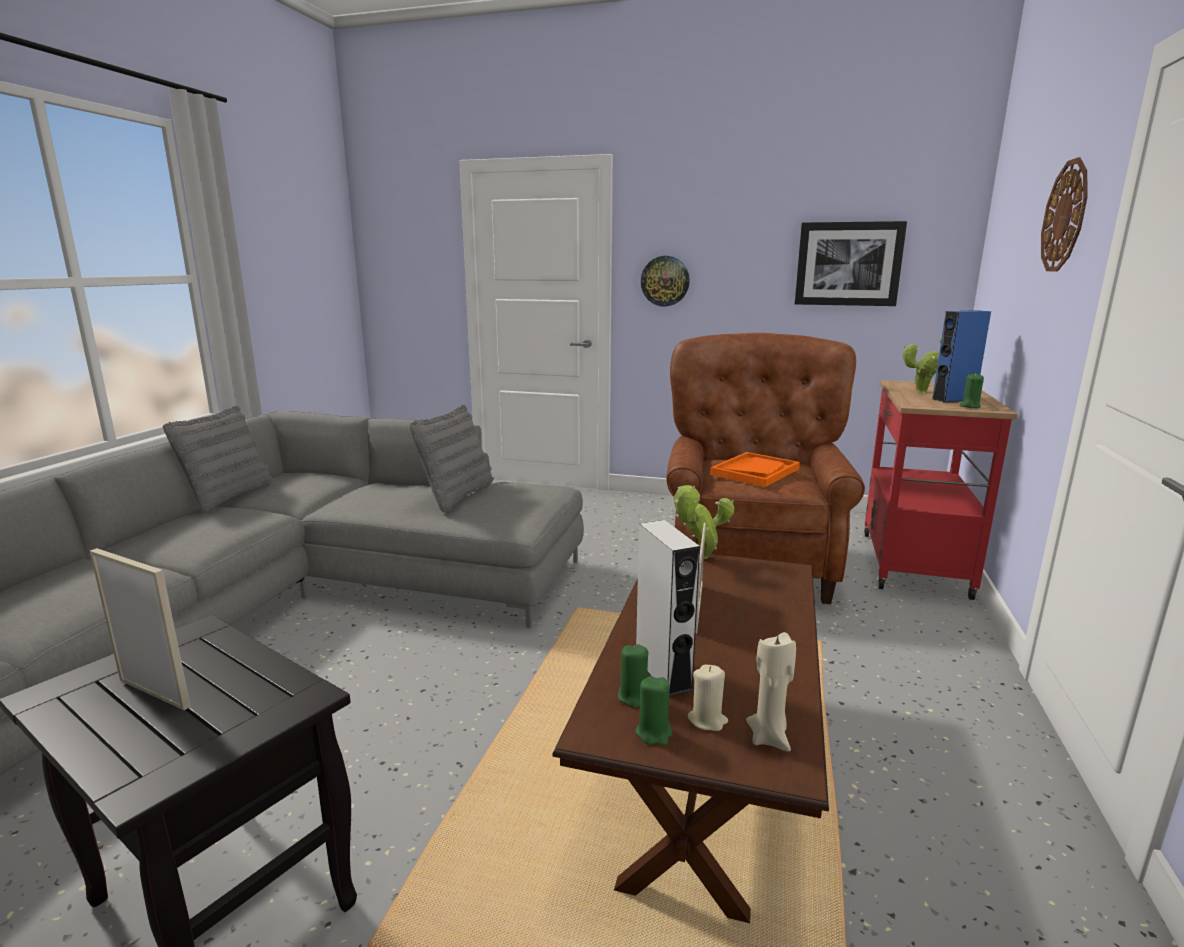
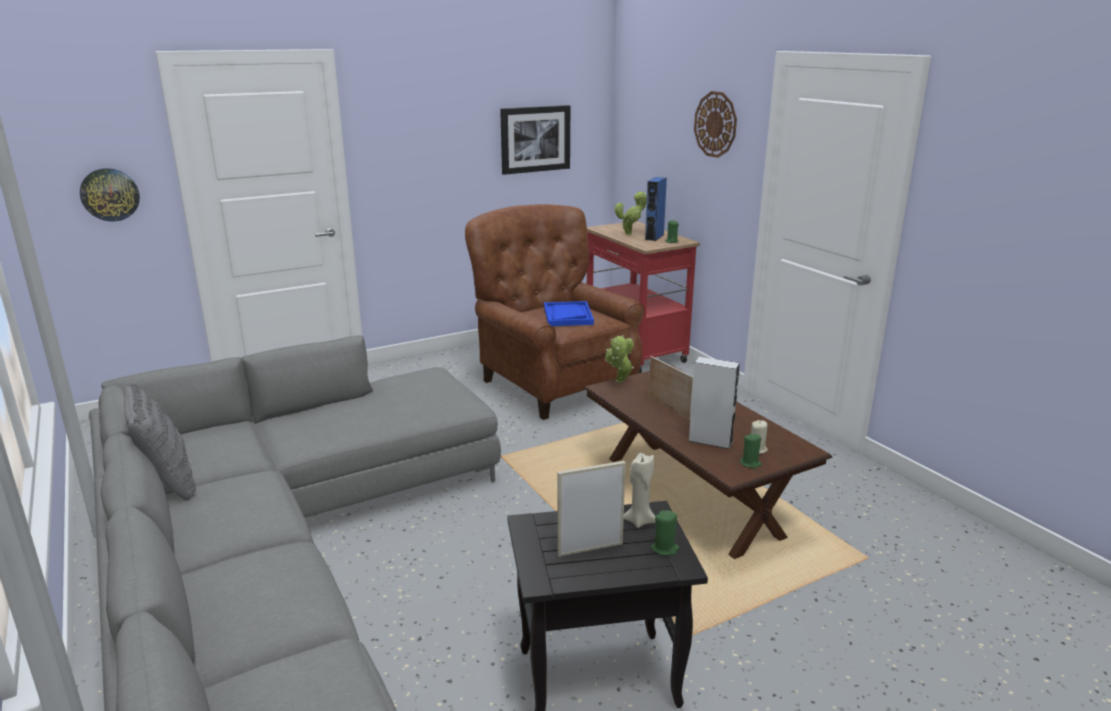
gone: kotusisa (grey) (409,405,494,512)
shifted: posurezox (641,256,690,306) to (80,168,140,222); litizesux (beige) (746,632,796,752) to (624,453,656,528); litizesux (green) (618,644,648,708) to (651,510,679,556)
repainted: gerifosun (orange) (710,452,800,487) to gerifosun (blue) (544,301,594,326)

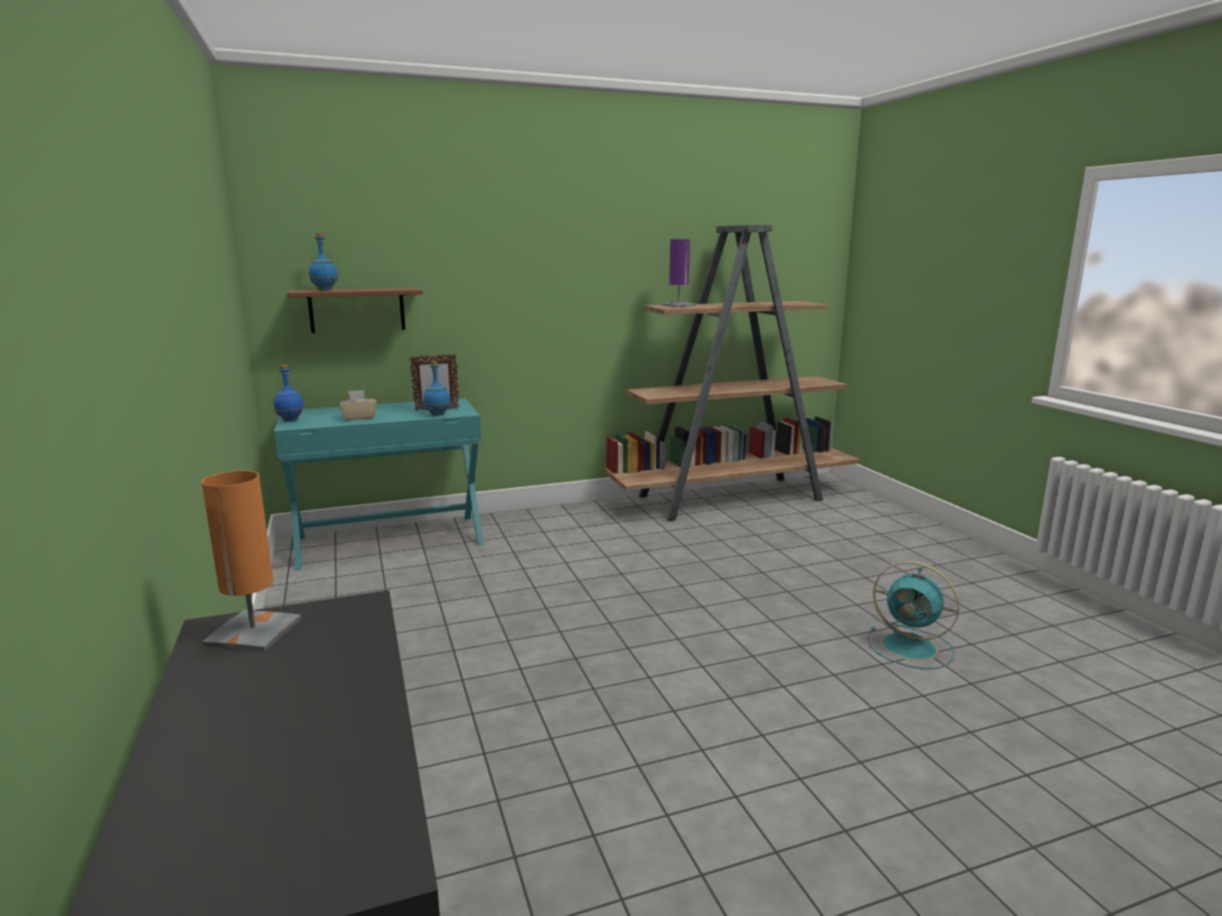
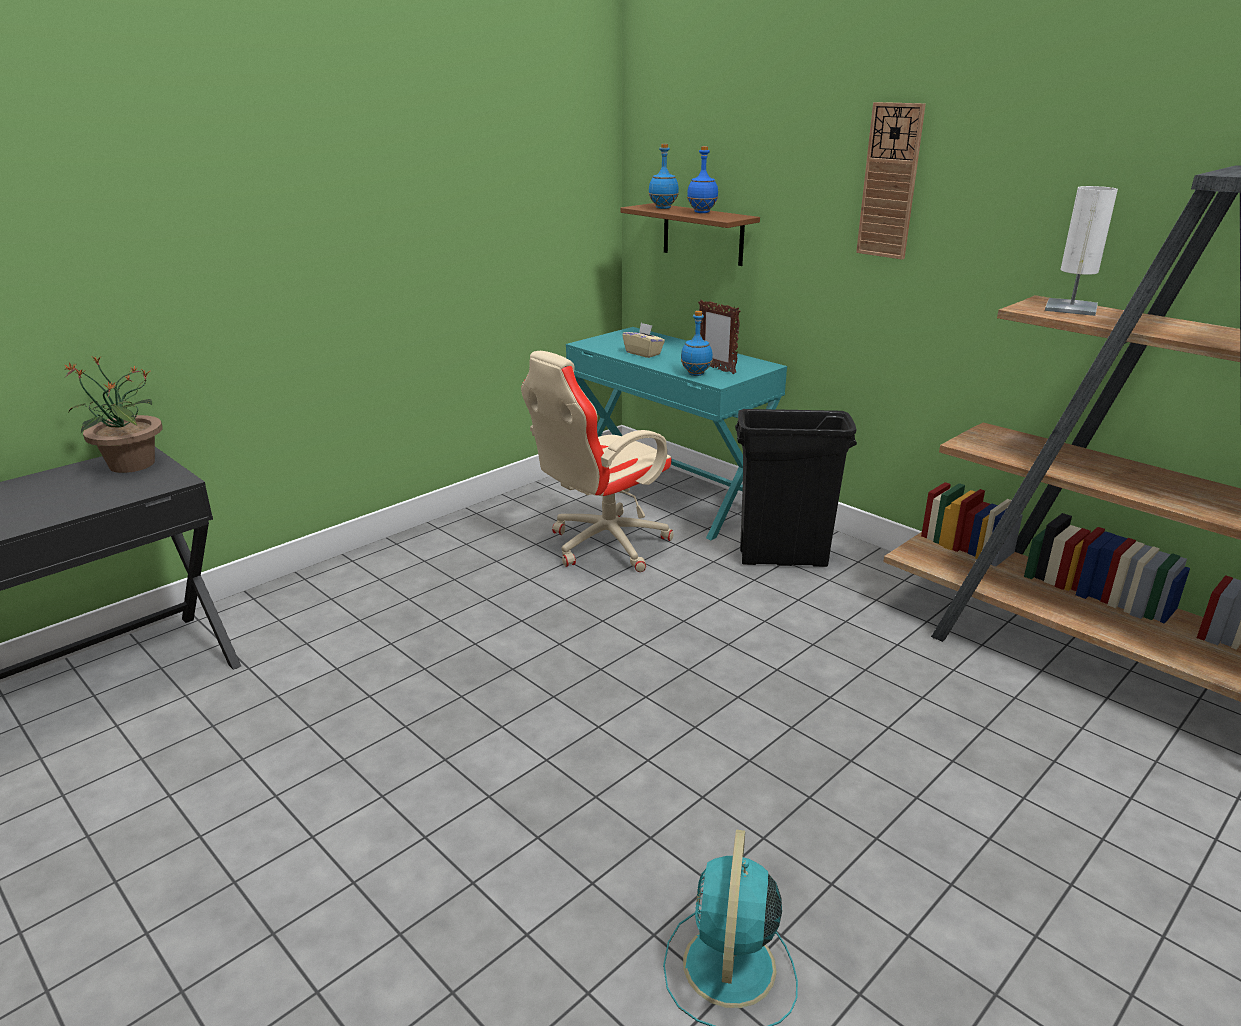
new: posurezox (856,102,926,260); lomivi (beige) (521,351,674,572); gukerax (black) (735,409,857,567)
shifted: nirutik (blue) (274,365,304,422) to (687,146,718,213)
swapped: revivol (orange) (202,470,301,652) to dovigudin (65,356,162,473)
repainted: revivol (purple) (661,239,696,307) to revivol (white) (1045,186,1118,316)

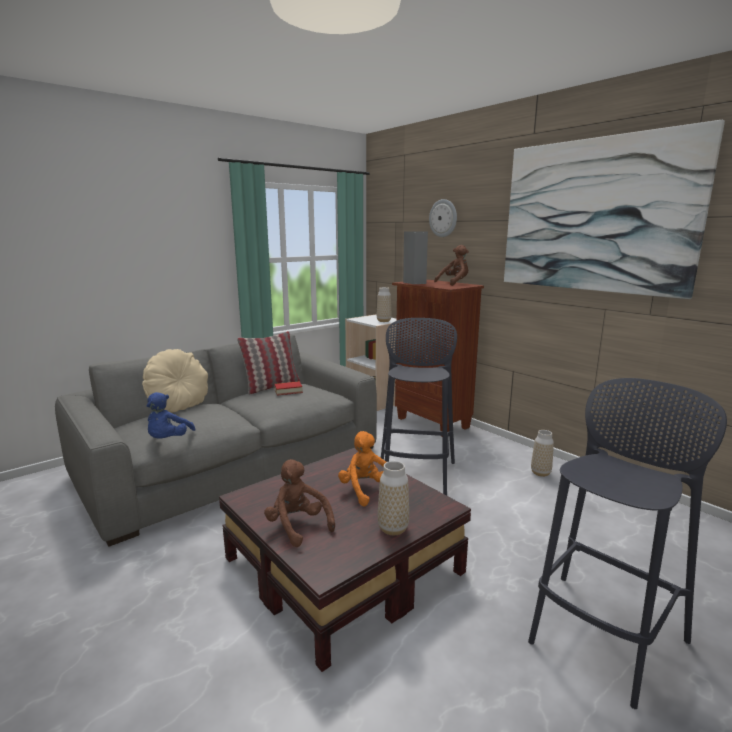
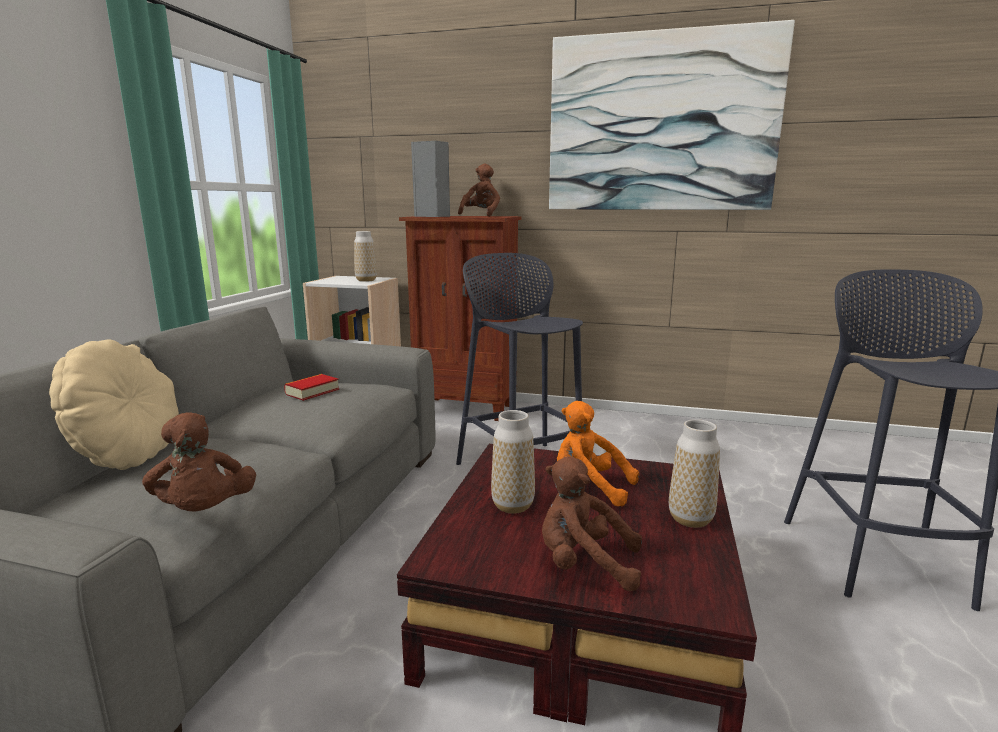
gone: posurezox (429,199,457,237); kotusisa (237,331,300,395)
shifted: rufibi (531,430,554,477) to (491,410,535,514)
repainted: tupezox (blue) (147,392,196,439) to tupezox (brown) (142,413,256,512)

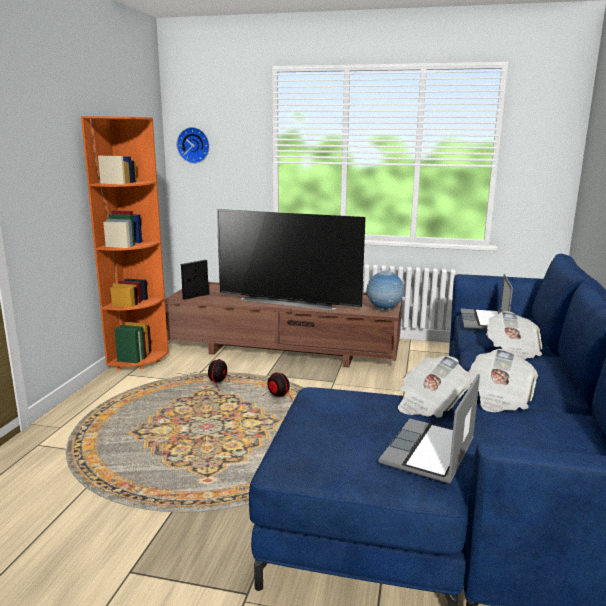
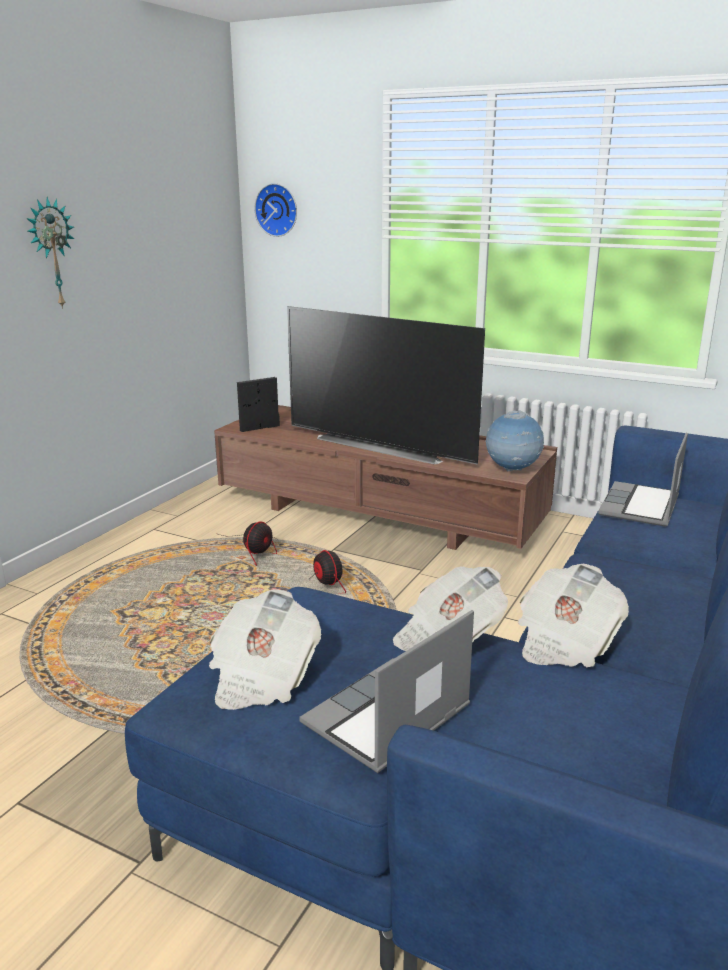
gone: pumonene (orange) (81,116,168,370)
new: posurezox (26,197,74,309)
shifted: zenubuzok (486,311,542,360) to (209,589,322,710)

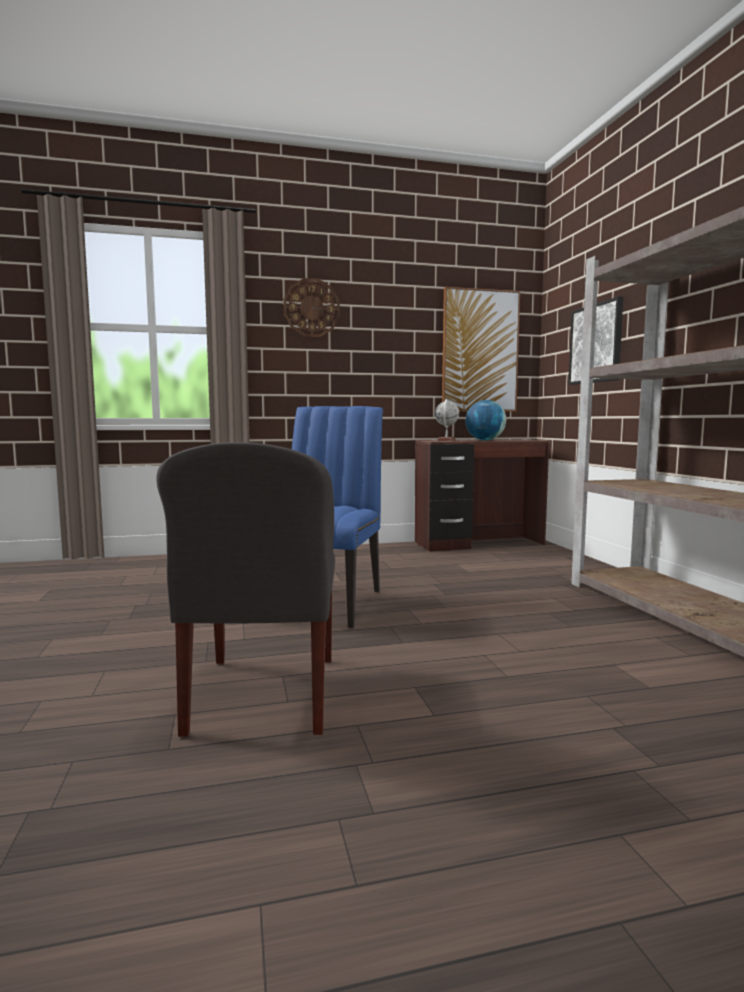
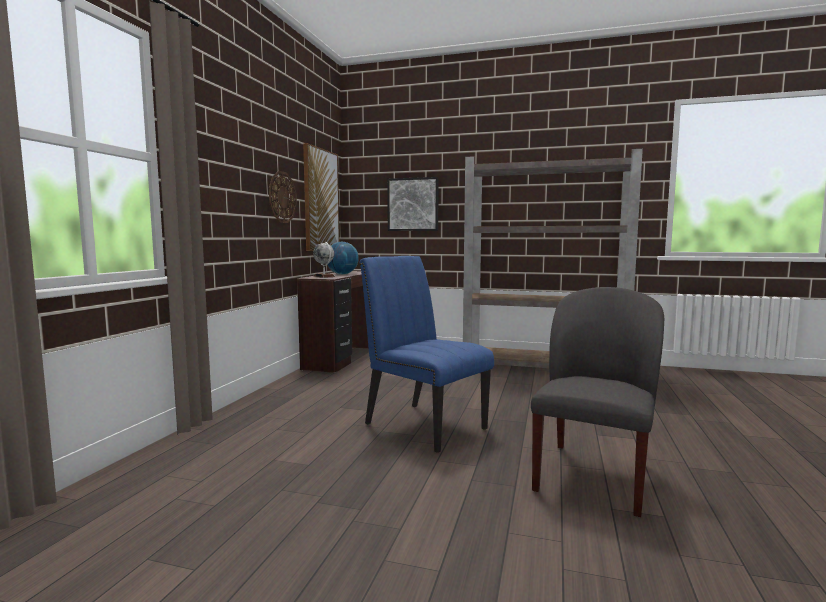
shifted: posurezox (284,278,340,337) to (269,171,297,223)
rotated: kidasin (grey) (157,442,335,737) = (531,287,664,517) 90 degrees counterclockwise

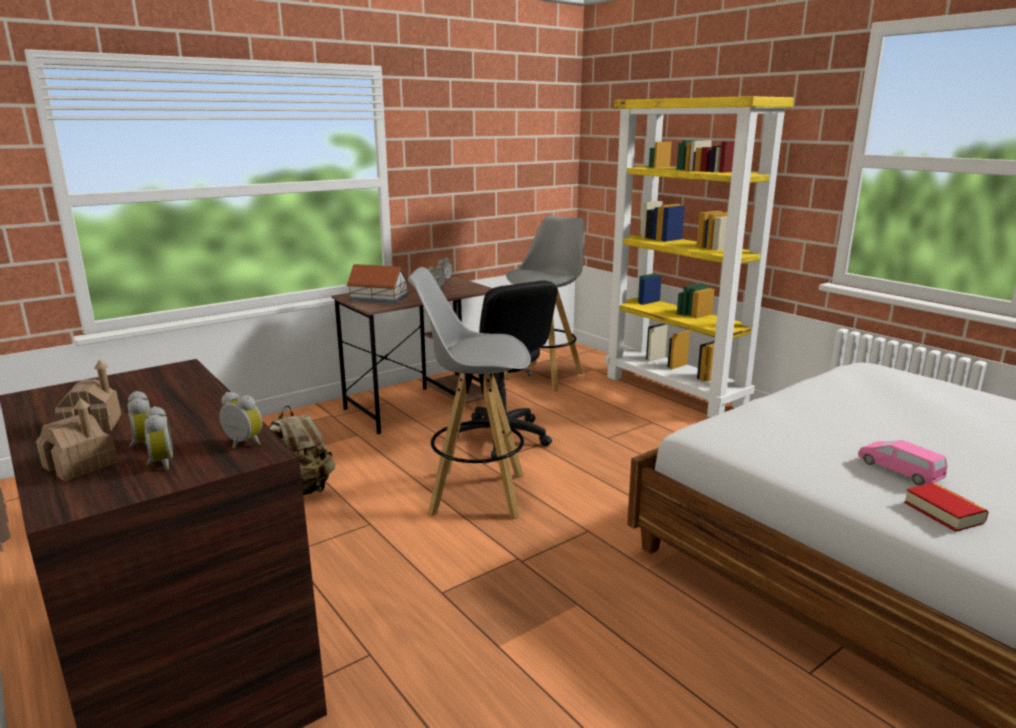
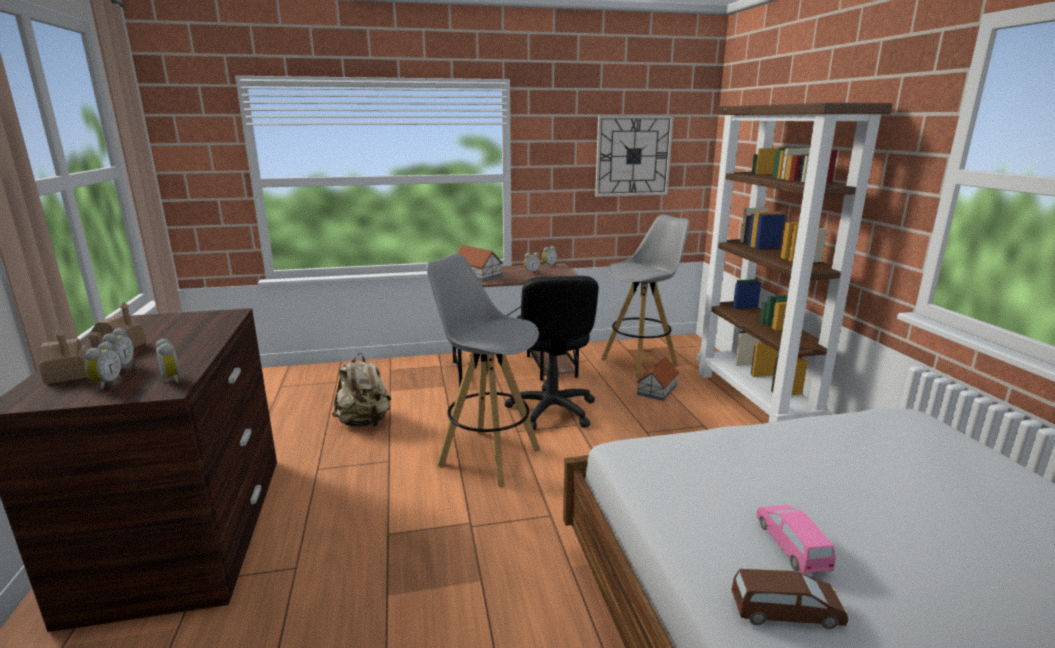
new: posurezox (595,115,674,197); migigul (636,357,679,401)
swapped: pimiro (904,482,989,532) to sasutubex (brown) (731,569,848,629)
repainted: pumonene (yellow) (605,96,794,418) to pumonene (brown) (697,103,893,423)

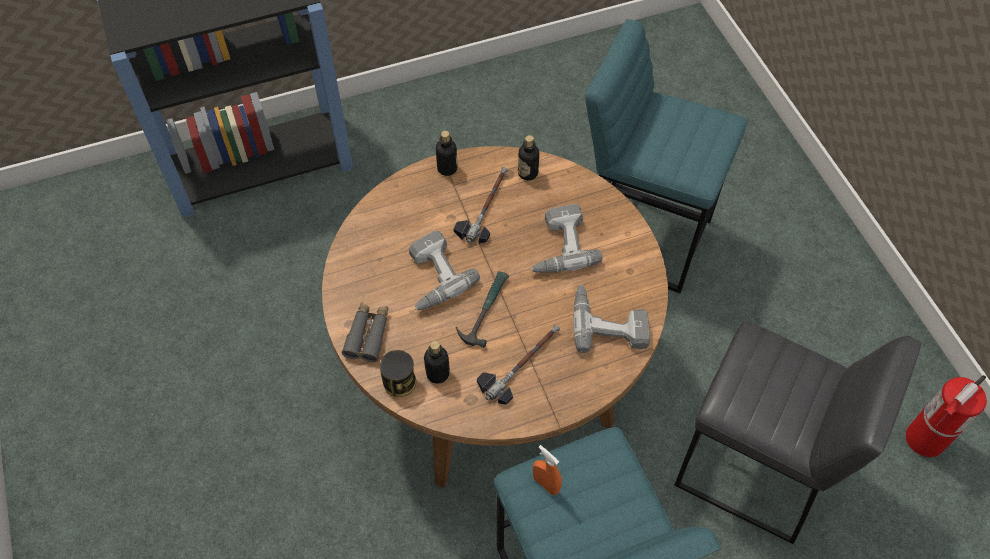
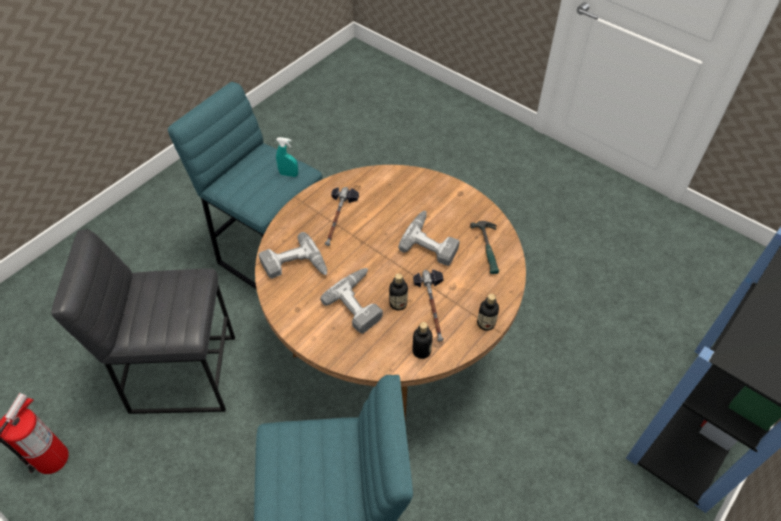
gone: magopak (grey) (342,302,389,362); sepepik (380,350,416,397)
shifted: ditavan (456,271,509,348) to (470,221,499,274); nirutik (424,341,450,384) to (389,273,408,310)
repainted: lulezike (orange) (533,445,562,495) to lulezike (turquoise) (276,137,298,177)

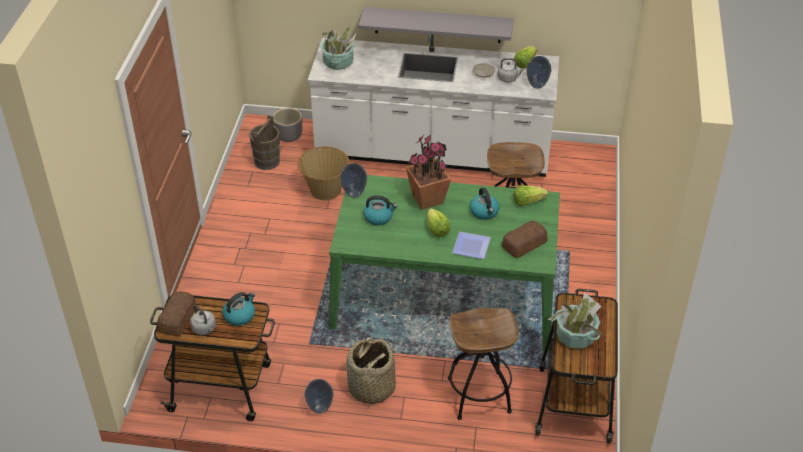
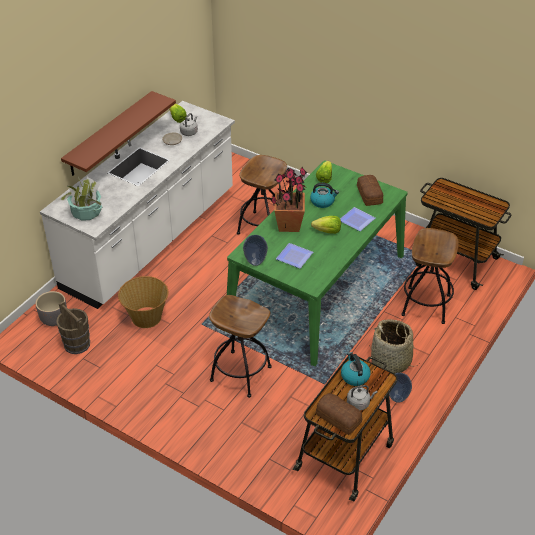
gone: rufibi (526,56,552,89); dovigudin (547,292,602,349)
new: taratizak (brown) (209,295,272,398)
swapped: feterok (363,195,397,225) to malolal (276,243,313,268)
repainted: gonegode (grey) (359,7,513,43) to gonegode (brown) (61,91,176,176)

